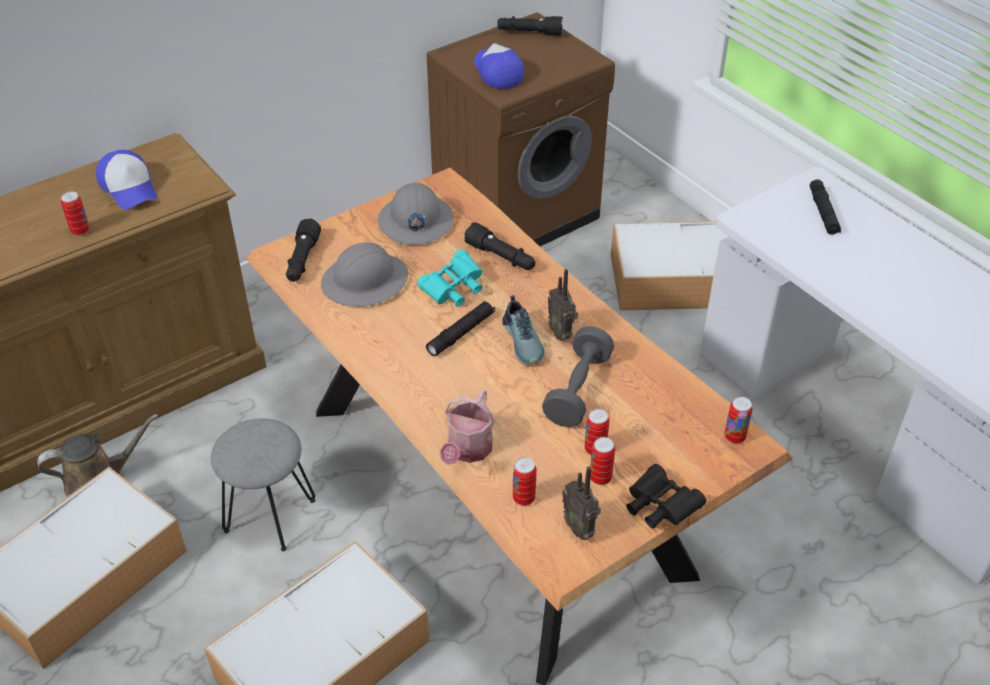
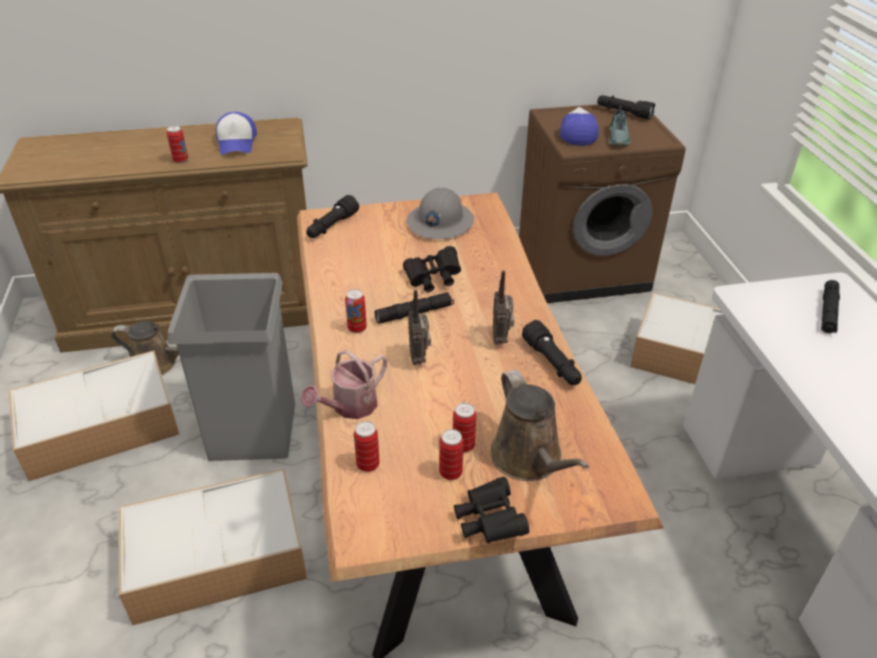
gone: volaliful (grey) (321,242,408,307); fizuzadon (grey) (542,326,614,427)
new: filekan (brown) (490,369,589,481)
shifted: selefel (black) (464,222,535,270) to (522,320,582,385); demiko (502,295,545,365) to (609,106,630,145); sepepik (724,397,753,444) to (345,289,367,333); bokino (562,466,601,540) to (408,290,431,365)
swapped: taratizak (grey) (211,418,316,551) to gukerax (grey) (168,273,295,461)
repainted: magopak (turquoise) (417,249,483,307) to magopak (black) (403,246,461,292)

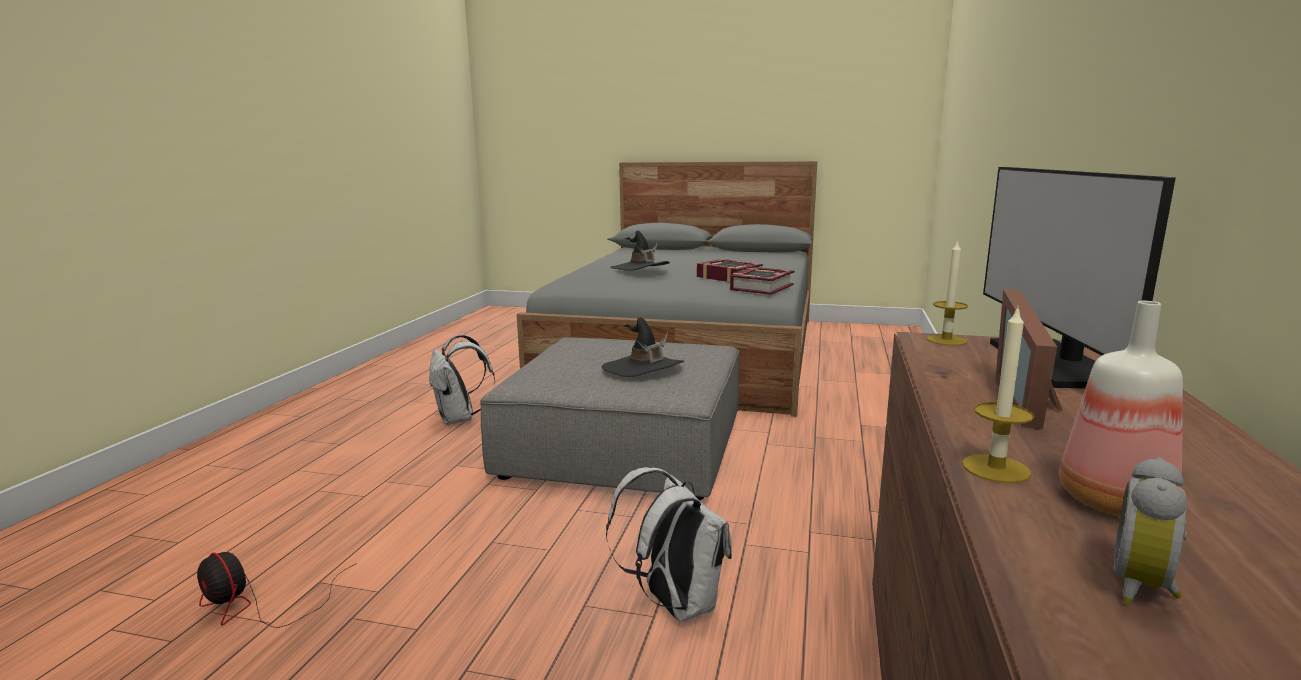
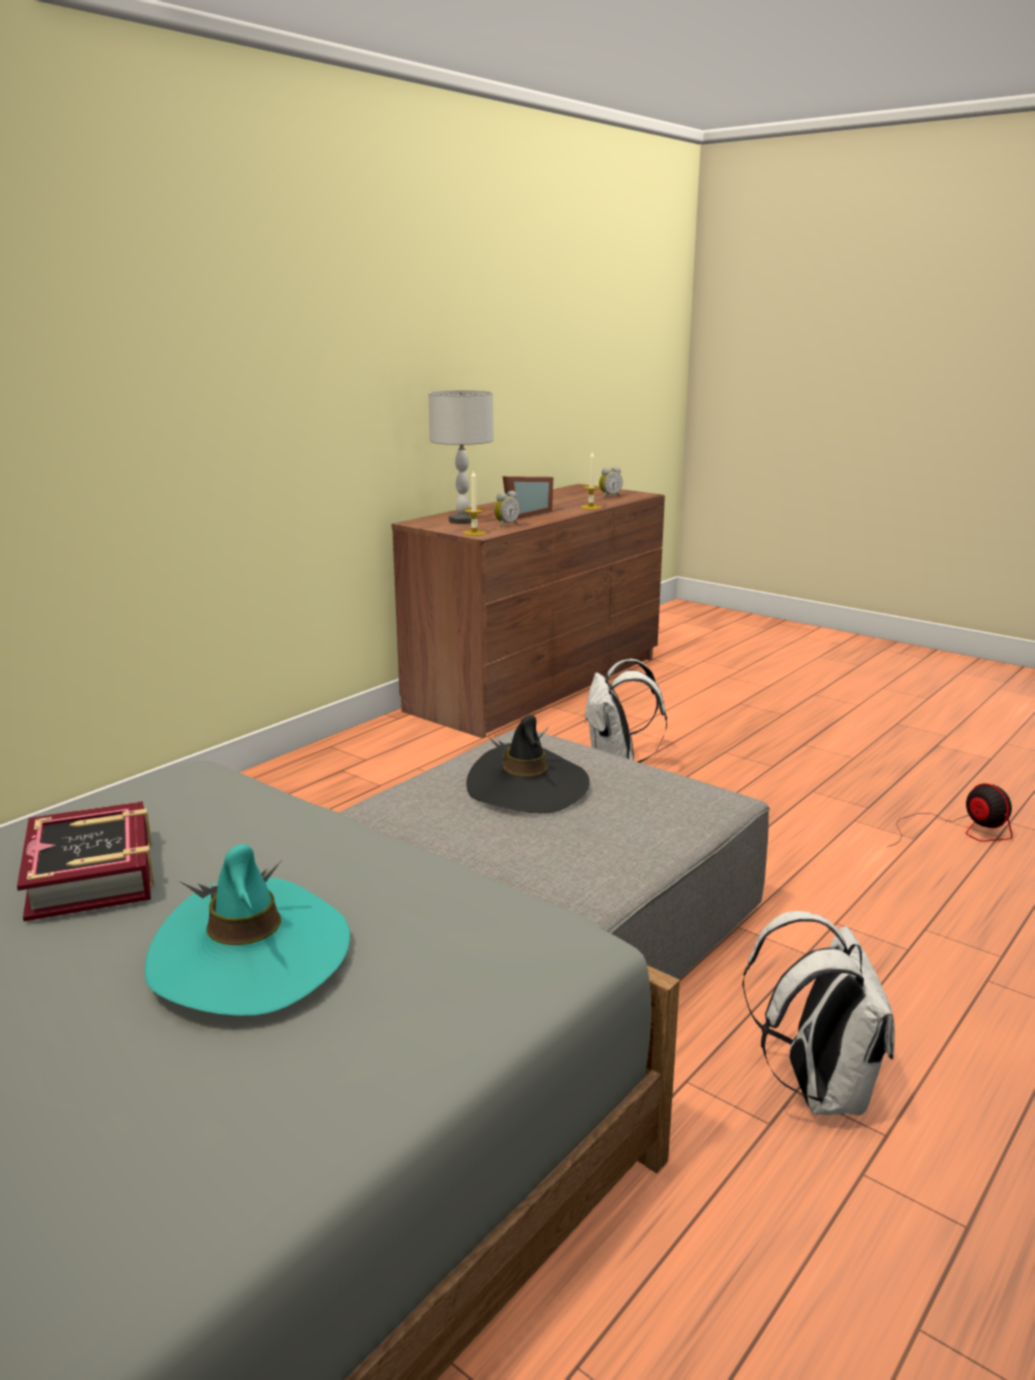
gone: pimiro (730,267,794,295); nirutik (1059,301,1183,516)
new: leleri (494,491,520,527)
swapped: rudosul (983,167,1176,388) to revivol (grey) (428,390,494,524)
repainted: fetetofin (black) (610,230,670,271) to fetetofin (turquoise) (145,844,350,1016)

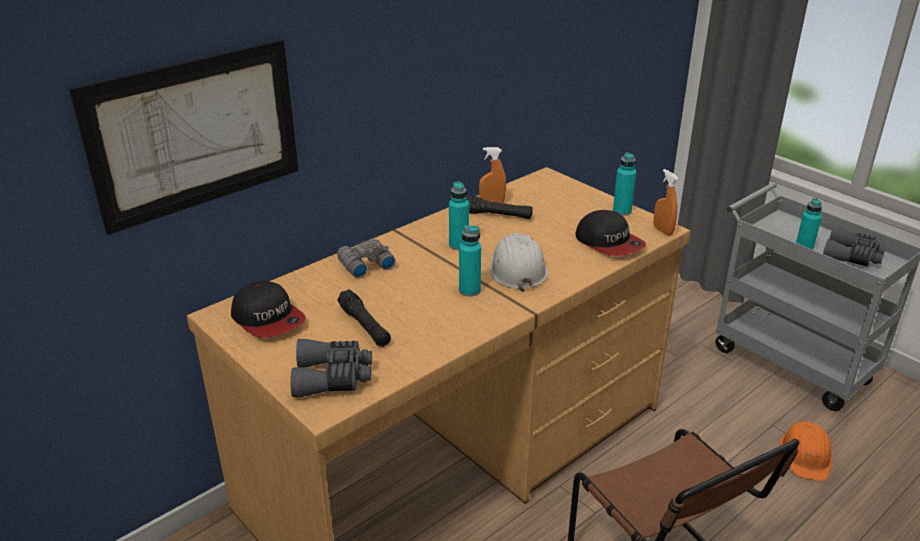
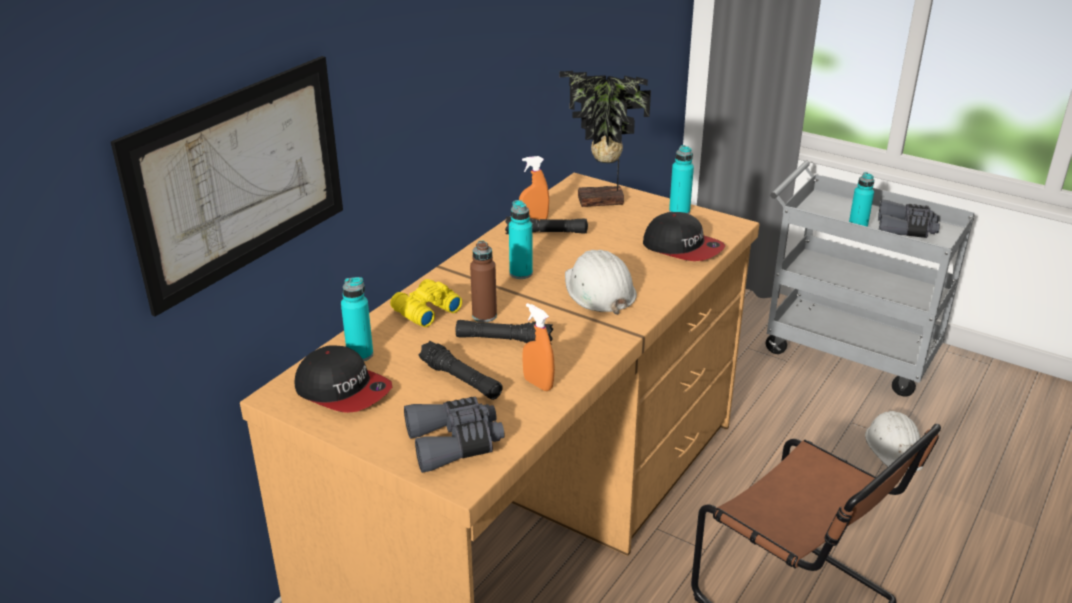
new: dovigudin (560,71,651,207); nirutik (brown) (470,241,497,322); selefel (black) (455,320,553,344)
shifted: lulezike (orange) (653,169,678,236) to (522,303,555,391); nirutik (turquoise) (459,225,481,297) to (341,277,373,361)
repainted: magopak (grey) (337,239,395,278) to magopak (yellow) (390,279,462,327); volaliful (orange) (780,421,832,481) to volaliful (white) (865,411,923,472)

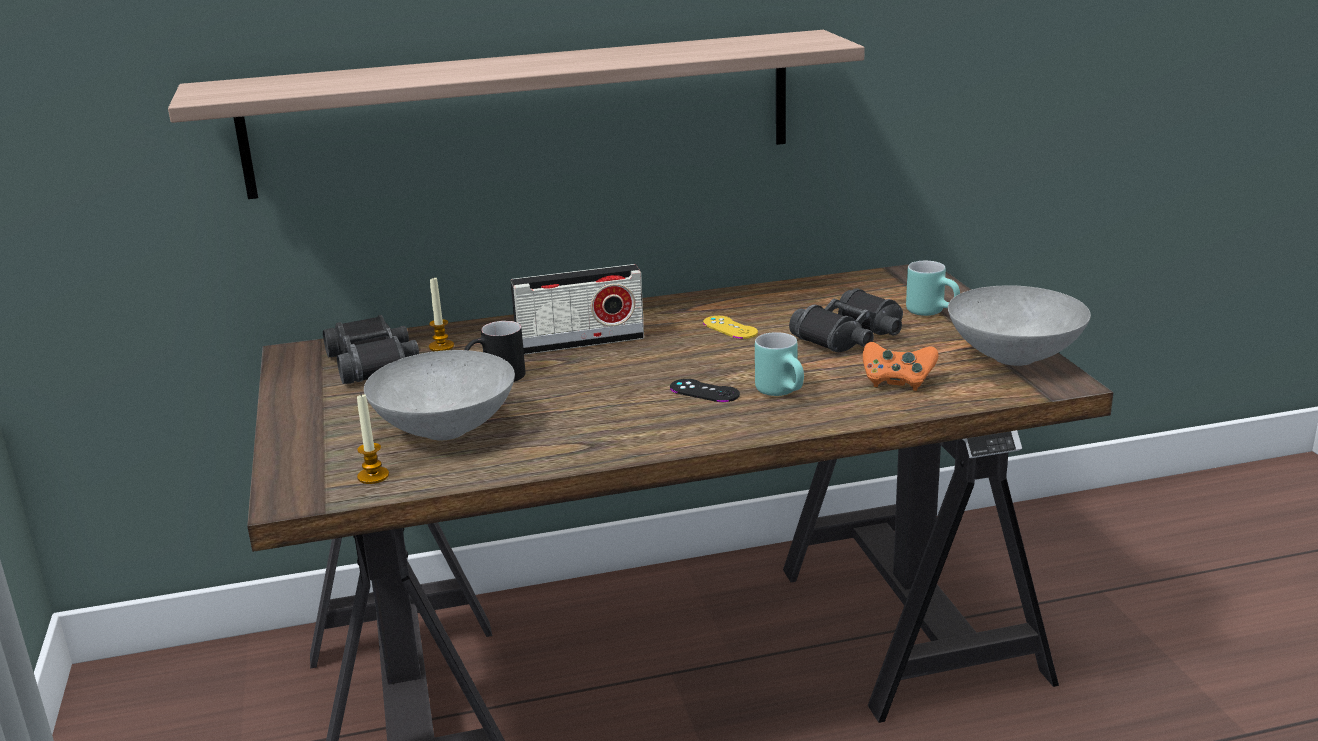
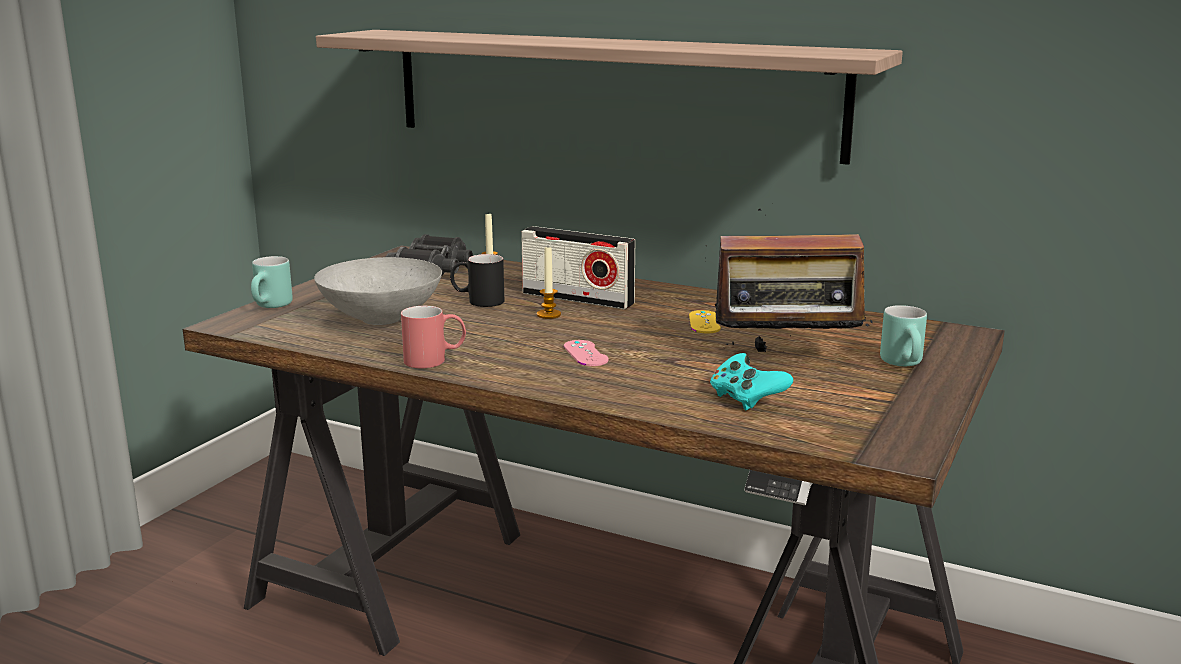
gone: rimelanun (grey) (948,286,1091,366)
new: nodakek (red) (401,306,466,368)
shifted: nodakek (turquoise) (755,332,804,396) to (251,256,293,308); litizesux (357,395,389,484) to (537,247,561,319)
swapped: magopak (black) (789,288,903,352) to bokino (706,203,873,352)
repainted: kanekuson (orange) (863,342,939,391) to kanekuson (turquoise) (710,353,793,411); kanekuson (black) (670,379,740,402) to kanekuson (pink) (564,340,609,366)

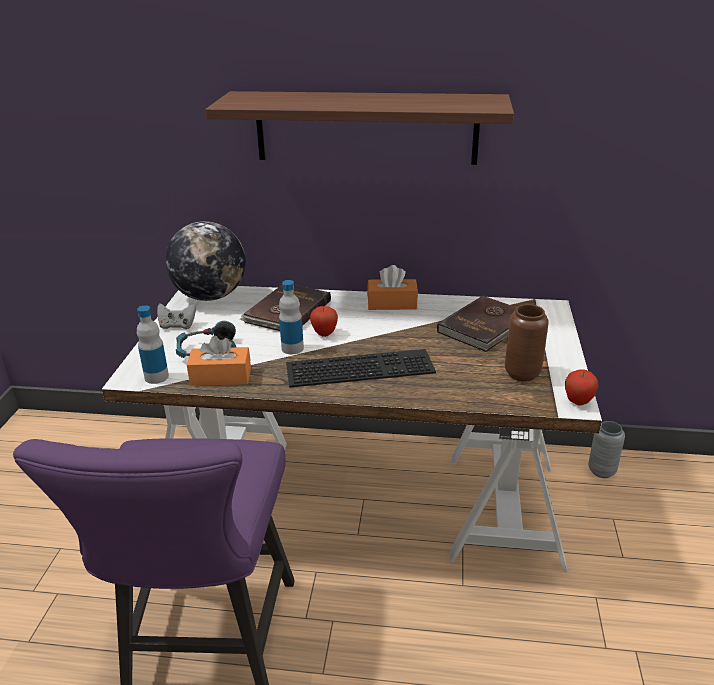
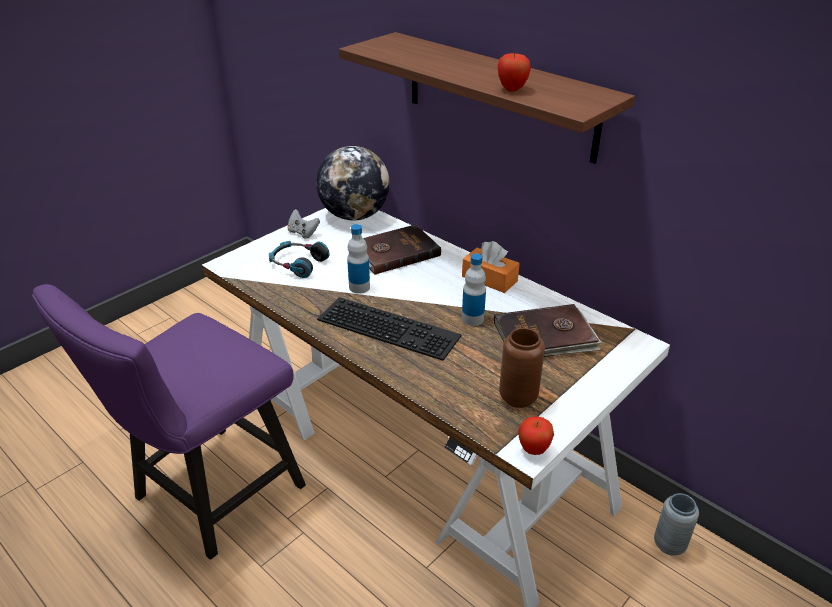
gone: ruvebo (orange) (187,335,251,386)
shifted: nirutik (137,306,169,384) to (462,253,486,326); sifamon (310,306,338,337) to (497,53,531,92)

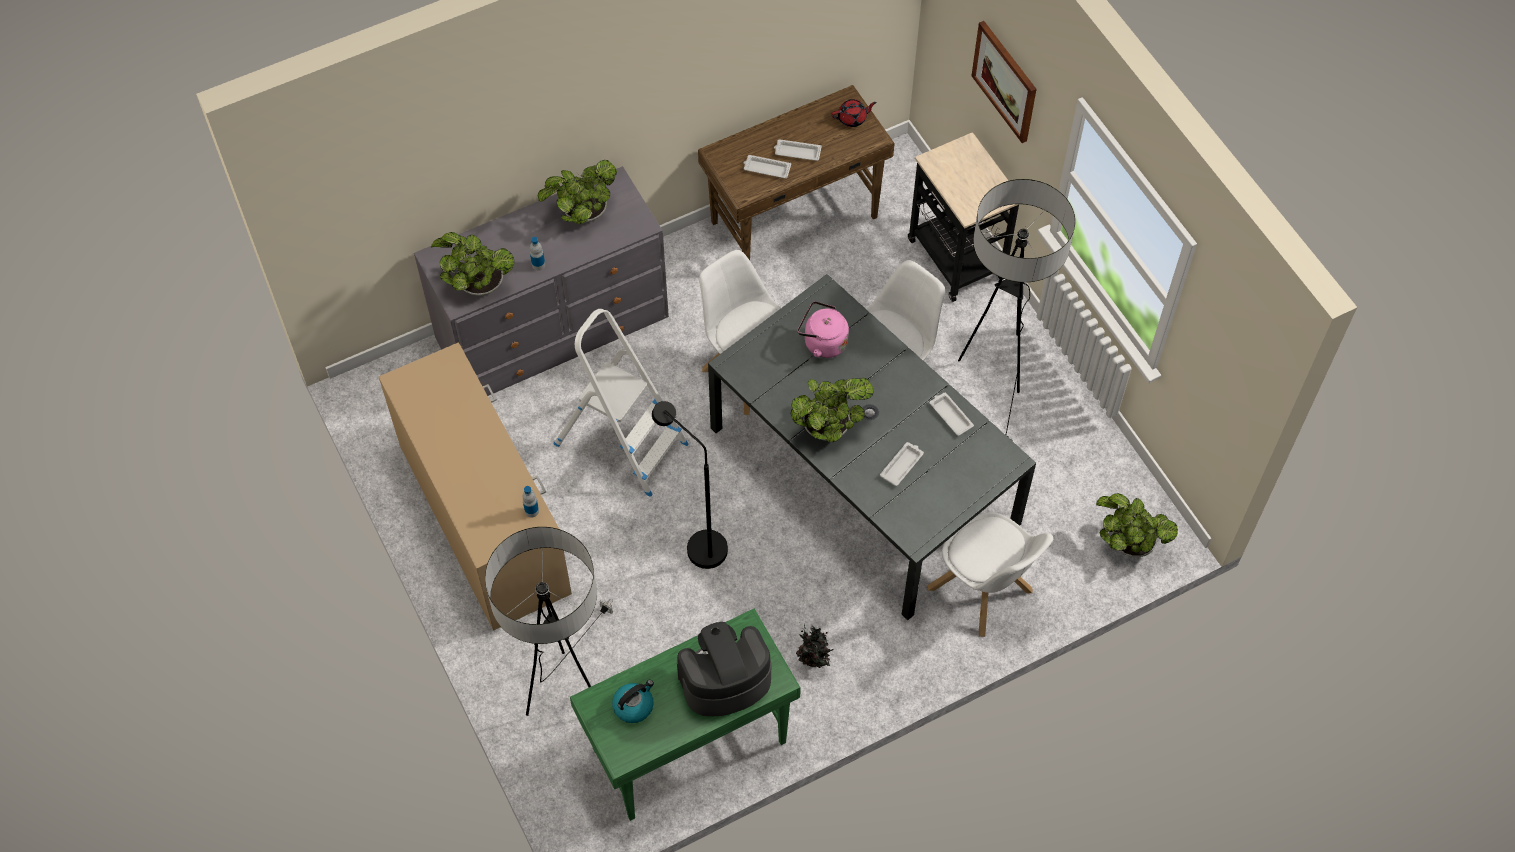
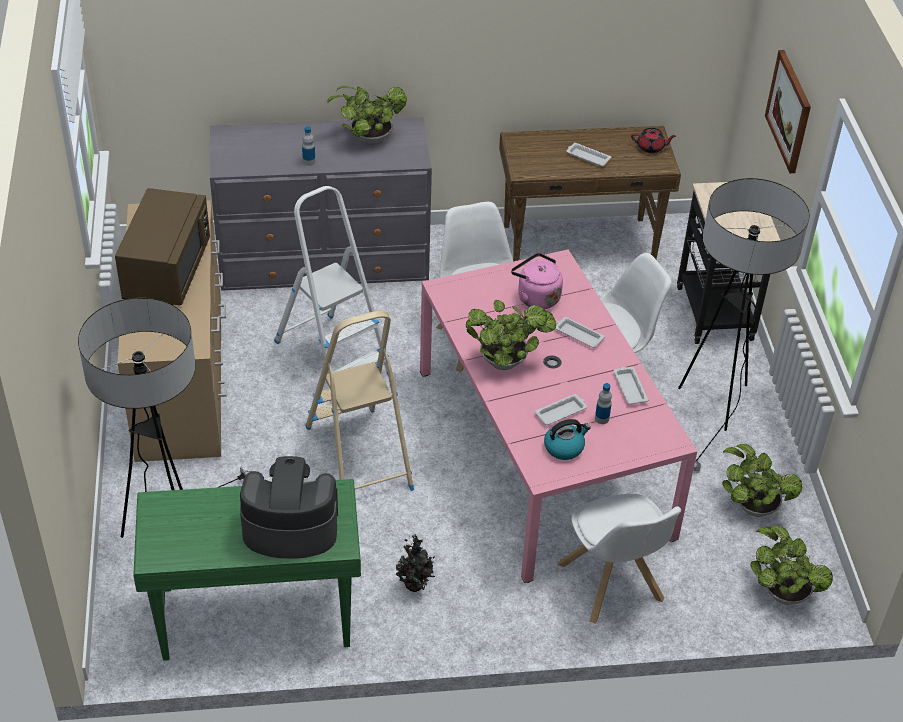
new: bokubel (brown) (115,188,210,305)
shifted: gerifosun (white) (744,155,791,178) to (556,317,605,348); dovigudin (431,232,514,296) to (722,444,802,517); nirutik (522,486,539,518) to (595,383,612,424); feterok (612,680,654,723) to (544,419,591,460)
swapped: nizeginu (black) (652,401,728,569) to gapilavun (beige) (305,311,414,491)
repainted: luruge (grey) (708,274,1036,620) to luruge (pink) (420,249,697,583)

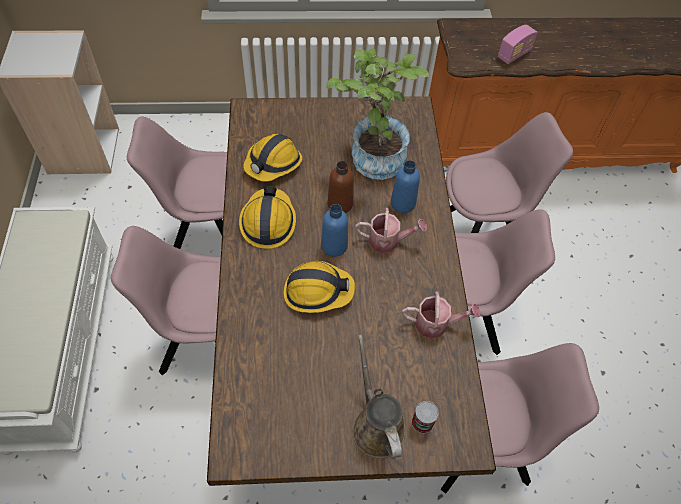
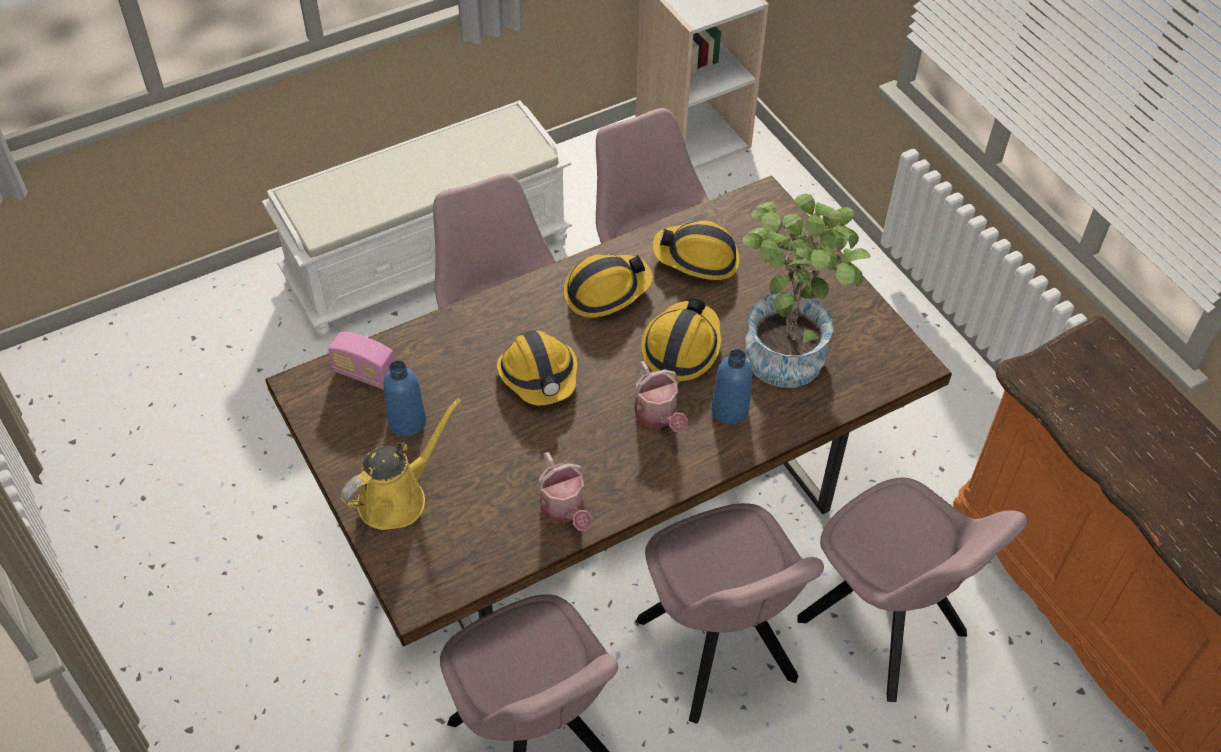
gone: sepepik (412,401,439,434)
shifted: bokino (498,25,538,64) to (328,332,395,389); nirutik (blue) (321,204,348,257) to (383,360,426,436)
swapped: nirutik (brown) (328,161,354,213) to volaliful (641,298,721,381)
repainted: filekan (brown) (352,334,405,459) to filekan (yellow) (340,398,461,530)

